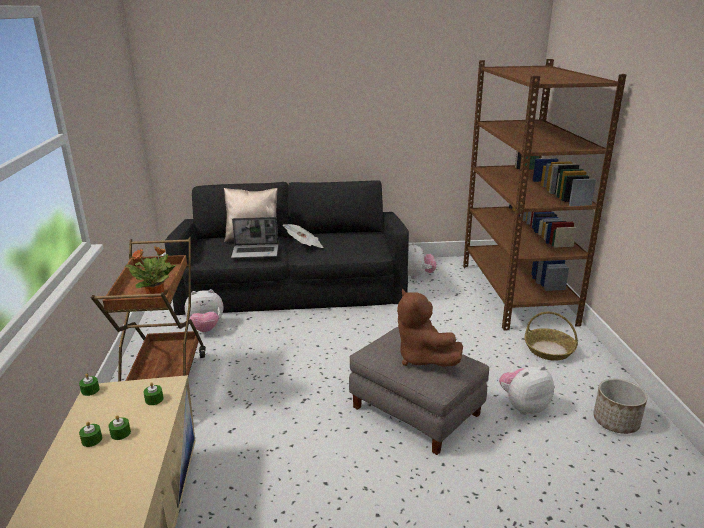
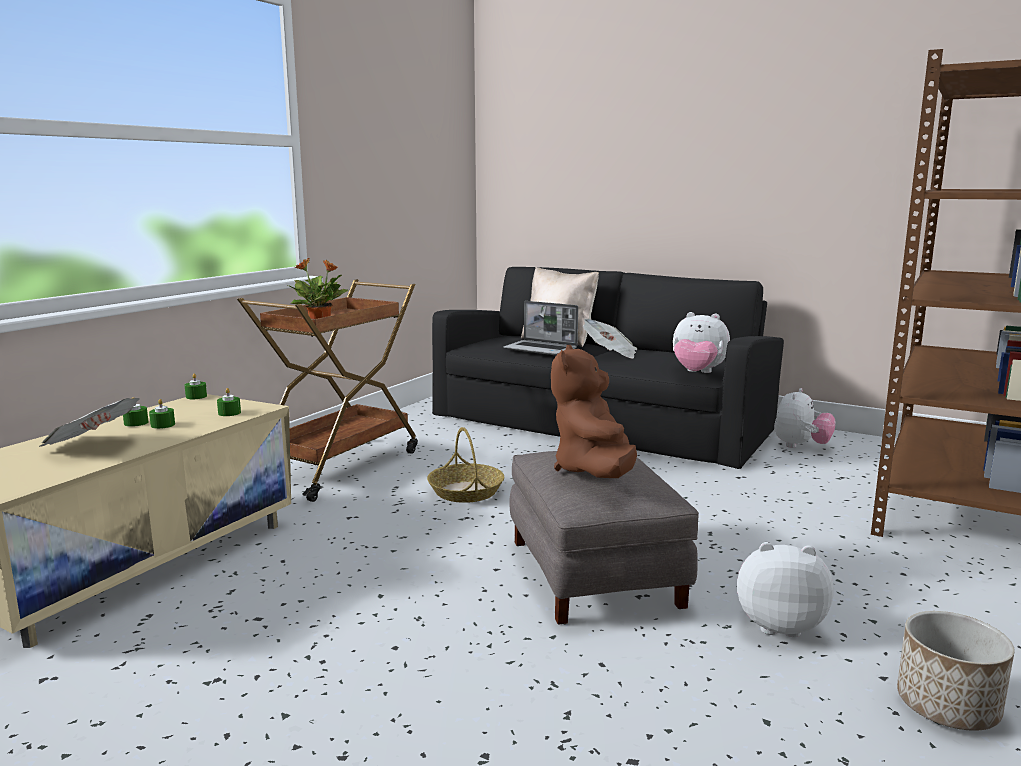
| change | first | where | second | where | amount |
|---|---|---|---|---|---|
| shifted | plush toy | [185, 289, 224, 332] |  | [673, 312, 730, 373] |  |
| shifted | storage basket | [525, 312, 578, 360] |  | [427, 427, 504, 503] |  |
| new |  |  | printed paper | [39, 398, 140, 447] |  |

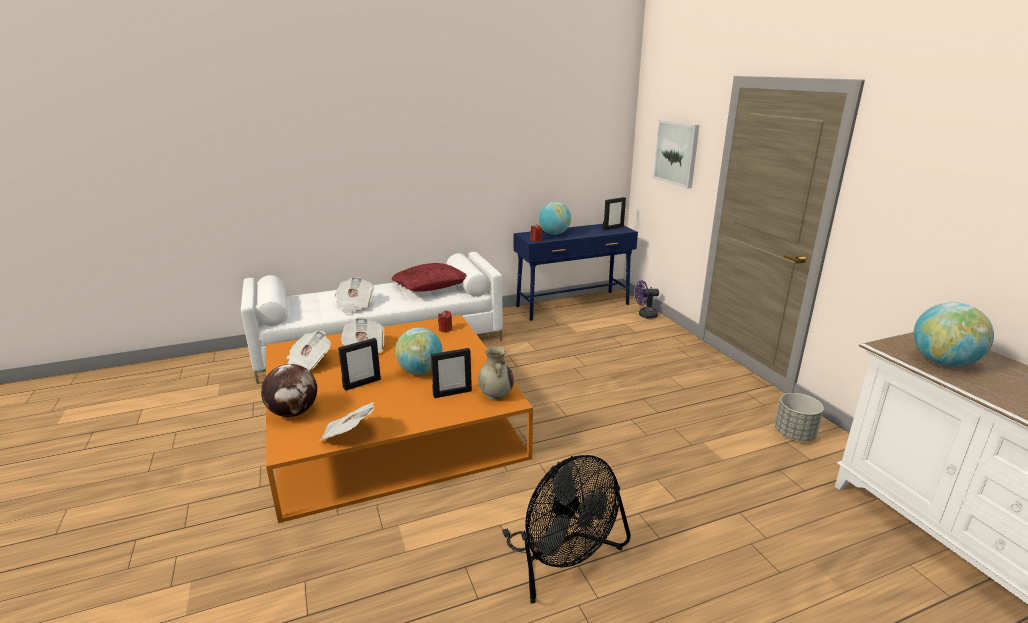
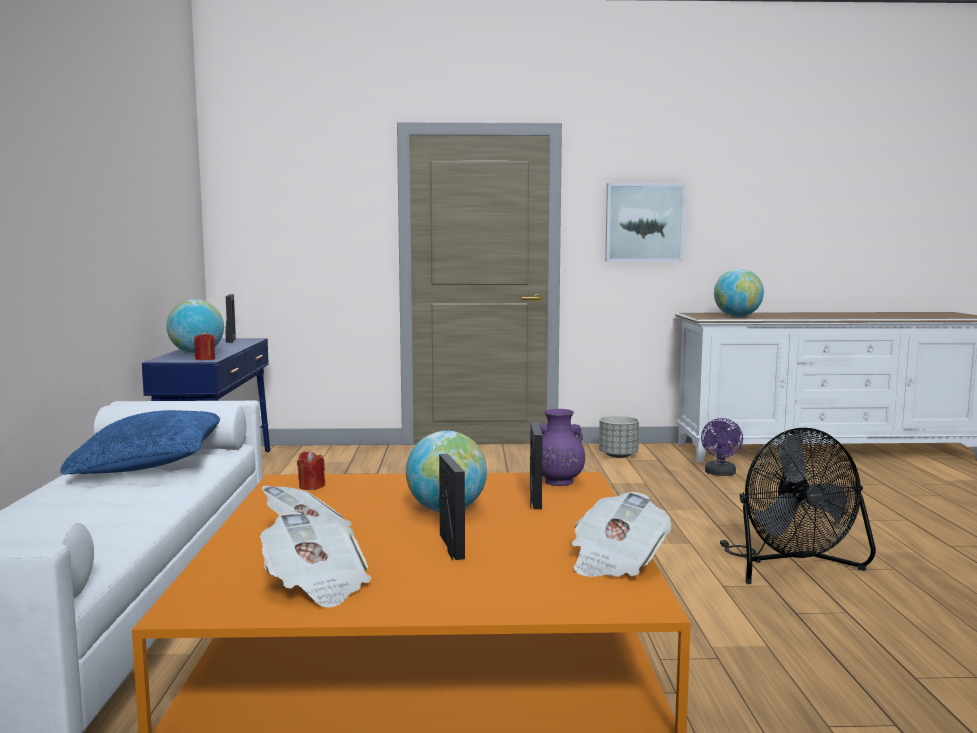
| change | first | where | second | where | amount |
|---|---|---|---|---|---|
| shifted | wall art | [653, 120, 699, 188] |  | [605, 183, 686, 262] |  |
| repainted | red cushion | [392, 263, 466, 292] | blue-coloured cushion | [60, 410, 220, 475] |  |
| gone | printed paper | [335, 277, 375, 313] |  |  |  |
| shifted | purple-coloured electric fan | [635, 280, 659, 318] |  | [701, 418, 743, 476] |  |
| repainted | sand-coloured decorative vase | [478, 347, 514, 401] | purple-coloured decorative vase | [539, 409, 585, 486] |  |
| gone | globe | [261, 364, 317, 417] |  |  |  |
| rotated | black-coloured electric fan | [502, 455, 631, 603] |  | [720, 428, 876, 584] | 90 degrees clockwise |

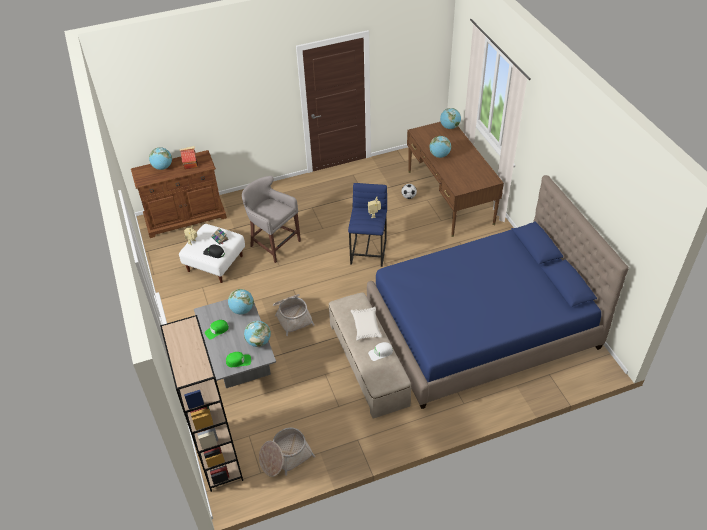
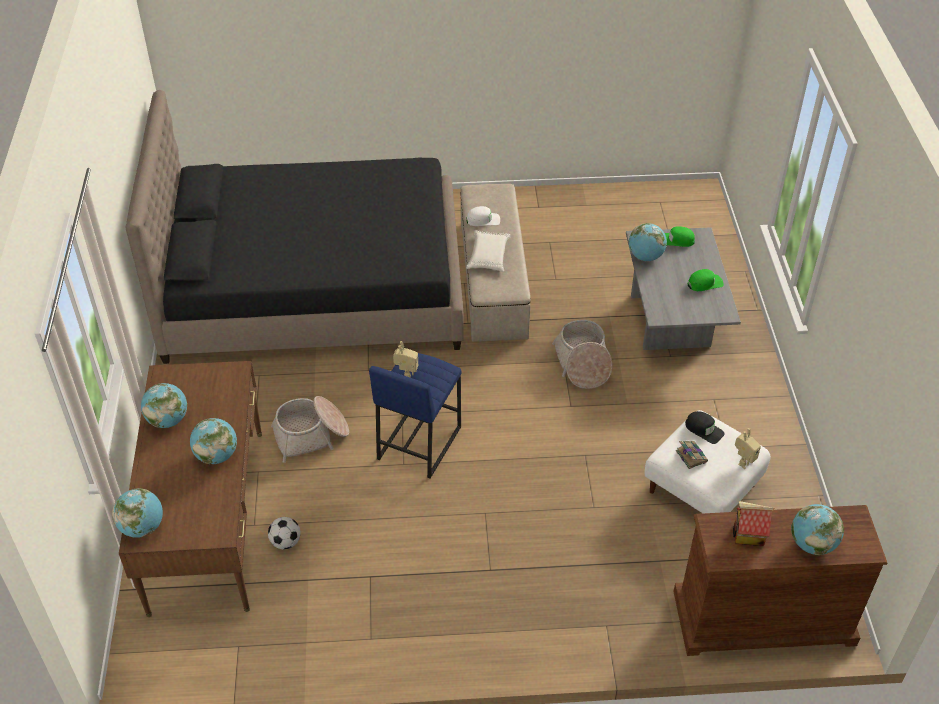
| change | first | where | second | where | amount |
|---|---|---|---|---|---|
| repainted | blue-coloured bed | [367, 175, 629, 409] | black-coloured bed | [125, 90, 464, 364] |  |
| gone | gray sitting stool | [242, 176, 301, 263] |  |  |  |
| shifted | globe | [228, 289, 254, 314] |  | [141, 383, 187, 428] |  |
| gone | sand-coloured bookcase | [160, 315, 243, 492] |  |  |  |
| shifted | storage basket | [259, 427, 315, 477] |  | [271, 396, 349, 463] |  |

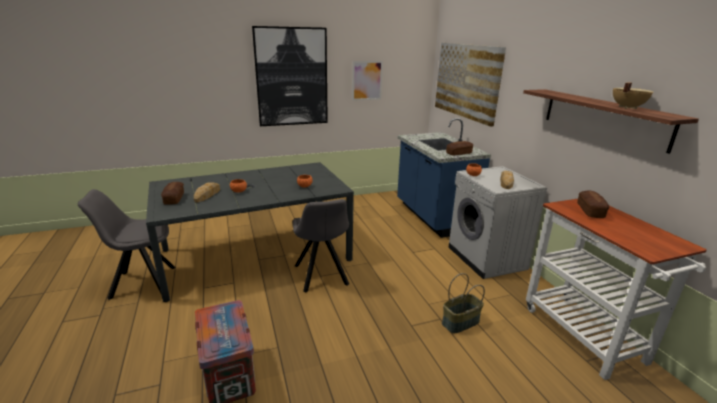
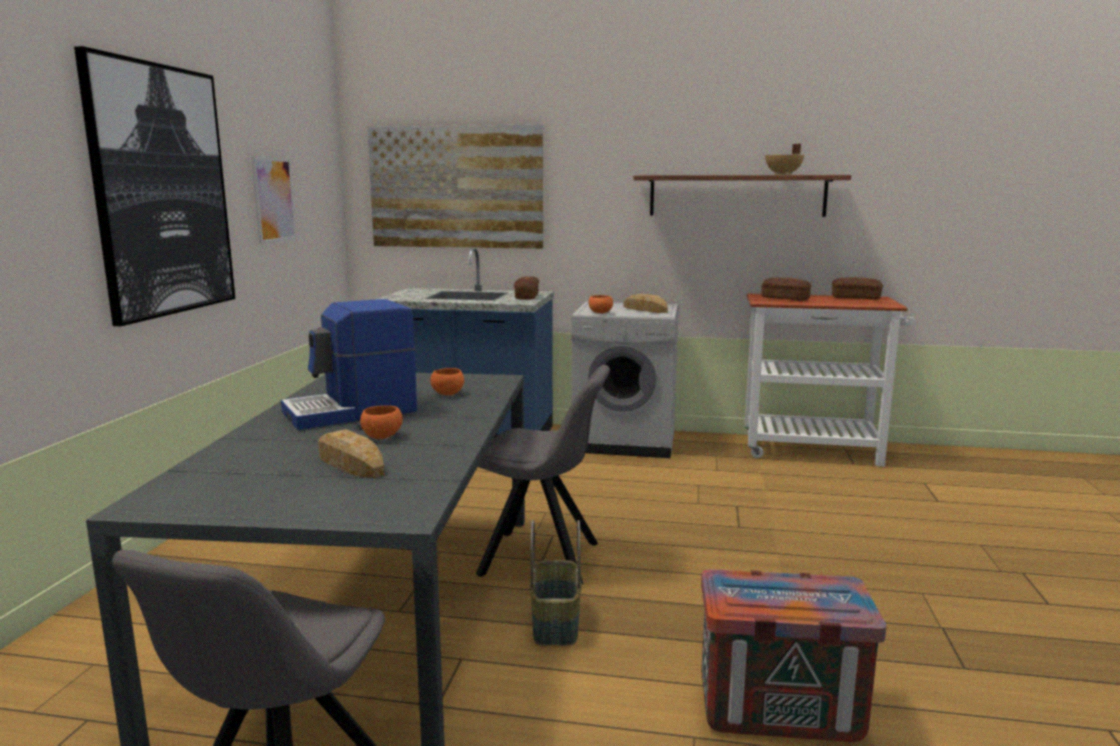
| change | first | where | second | where | amount |
|---|---|---|---|---|---|
| shifted | bread | [161, 182, 184, 205] |  | [832, 277, 883, 300] |  |
| shifted | storage basket | [442, 273, 485, 334] |  | [530, 520, 582, 646] |  |
| new |  |  | coffee brewer | [281, 299, 417, 430] |  |

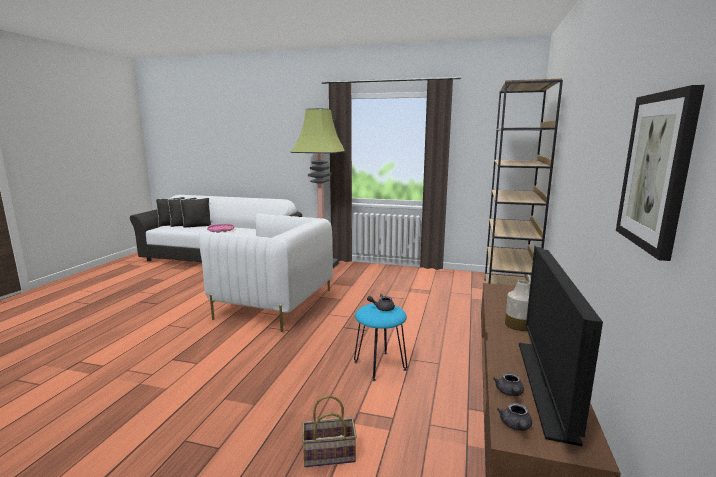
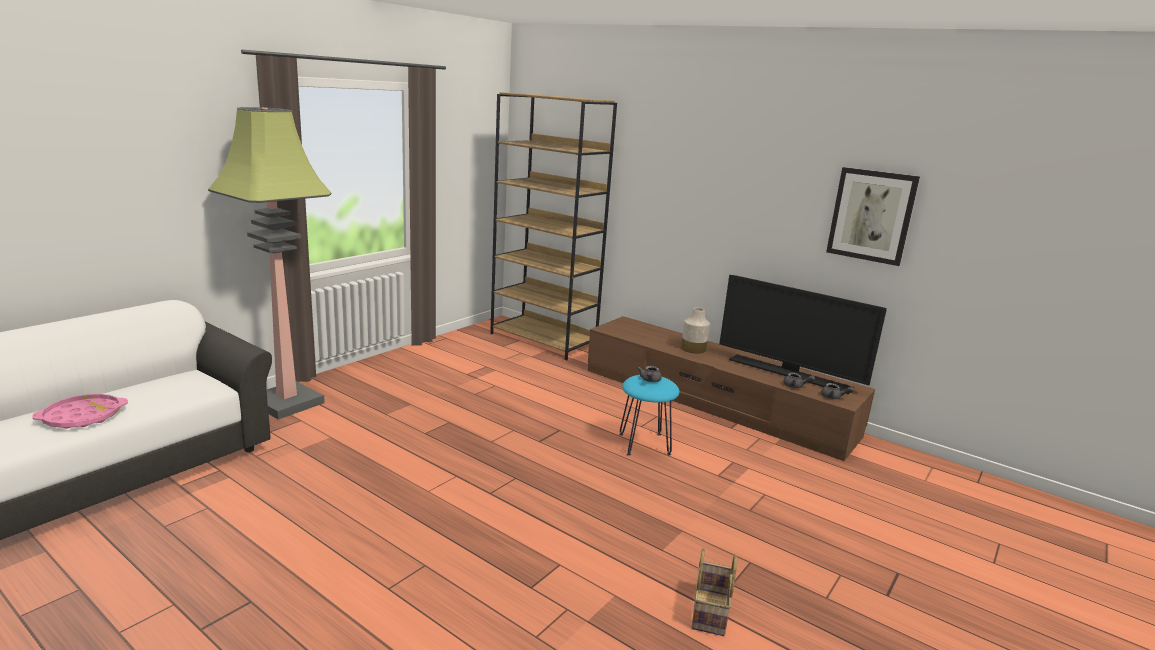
| change | first | where | second | where | amount |
|---|---|---|---|---|---|
| gone | white armchair | [199, 213, 333, 332] |  |  |  |
| shifted | storage basket | [302, 395, 357, 467] |  | [692, 548, 737, 636] |  |

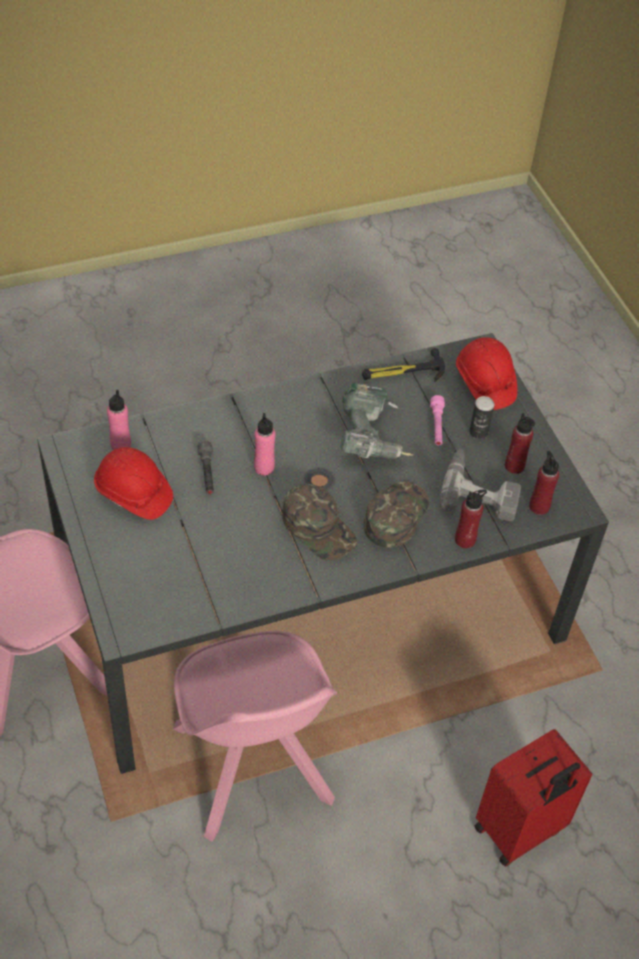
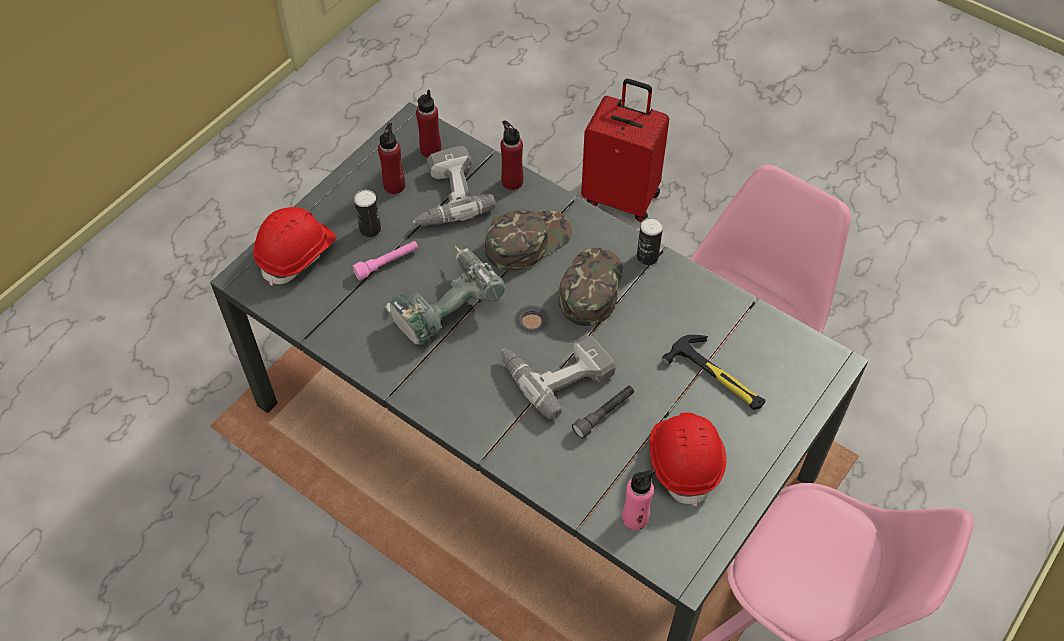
| change | first | where | second | where | amount |
|---|---|---|---|---|---|
| shifted | hand hammer | [362, 348, 445, 382] |  | [662, 335, 766, 410] |  |
| swapped | pink-coloured bottle | [254, 413, 276, 475] | drill | [501, 336, 616, 419] |  |
| rotated | greenish peaked cap | [364, 481, 429, 548] |  | [485, 210, 572, 271] | 150 degrees clockwise |
| new |  |  | sealed can | [637, 218, 663, 265] |  |

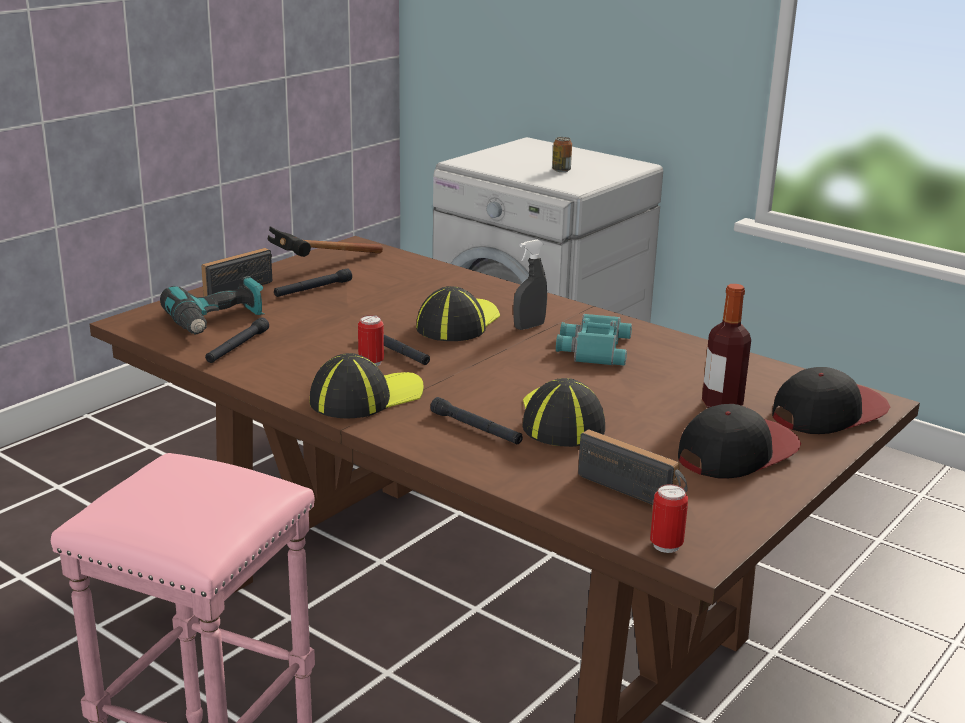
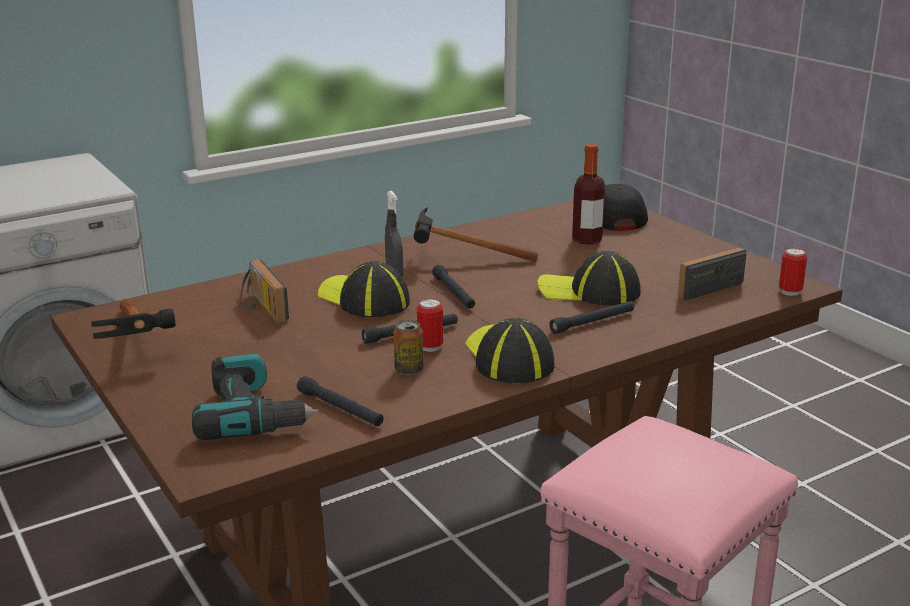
| change | first | where | second | where | amount |
|---|---|---|---|---|---|
| shifted | sealed can | [552, 137, 572, 172] |  | [393, 320, 424, 375] |  |
| shifted | radio receiver | [201, 248, 272, 297] |  | [241, 259, 289, 323] |  |
| shifted | black-coloured torch | [274, 268, 352, 297] |  | [432, 265, 475, 308] |  |
| swapped | blue-green binoculars | [556, 314, 632, 366] | hand hammer | [414, 207, 538, 262] |  |
| gone | peaked cap | [678, 404, 801, 479] |  |  |  |

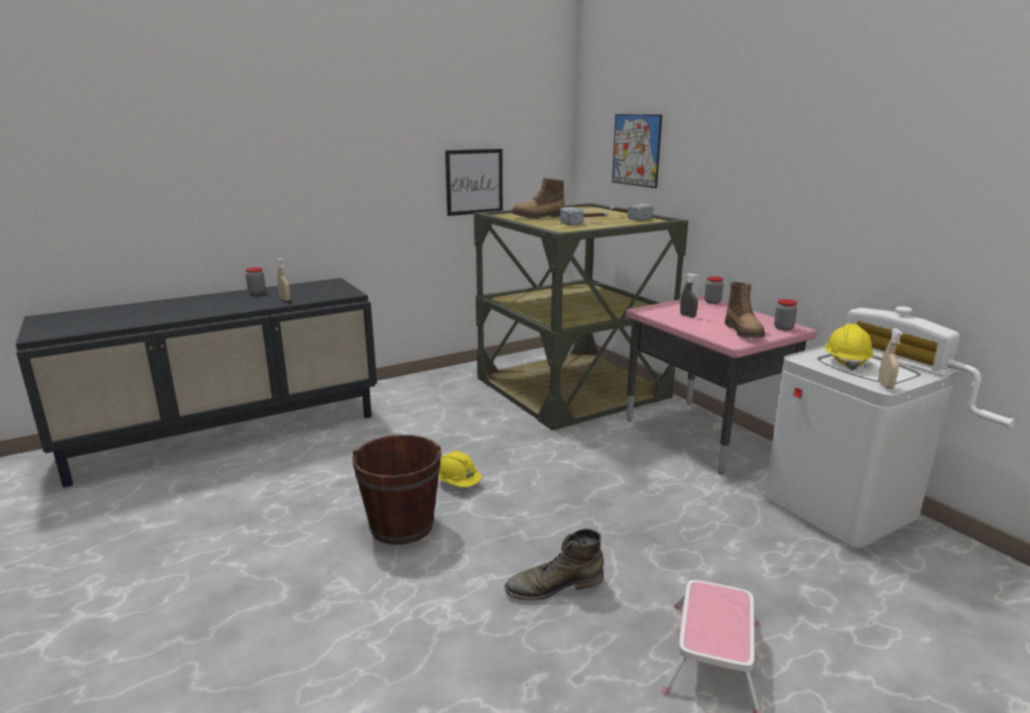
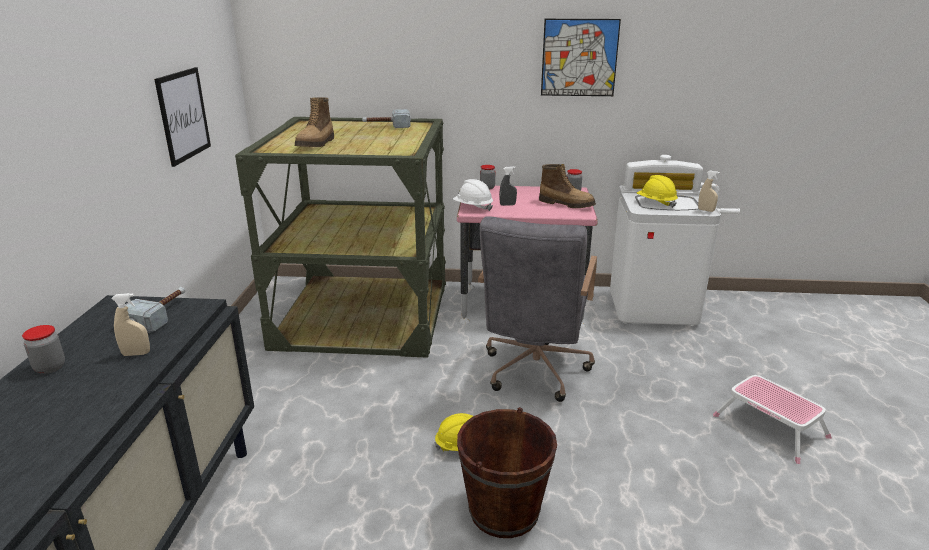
| change | first | where | second | where | amount |
|---|---|---|---|---|---|
| shifted | wall art | [612, 114, 662, 188] |  | [541, 19, 621, 96] |  |
| shifted | hand hammer | [560, 207, 608, 225] |  | [125, 287, 185, 333] |  |
| gone | greenish tall boot | [504, 529, 604, 601] |  |  |  |
| new |  |  | white hard hat | [453, 179, 493, 211] |  |
| new |  |  | gray computer chair | [478, 216, 597, 402] |  |

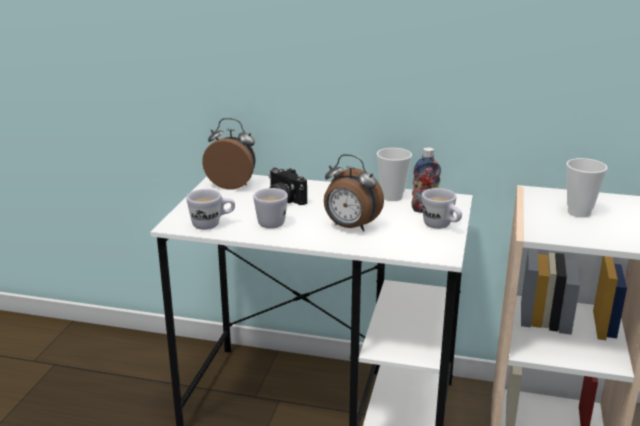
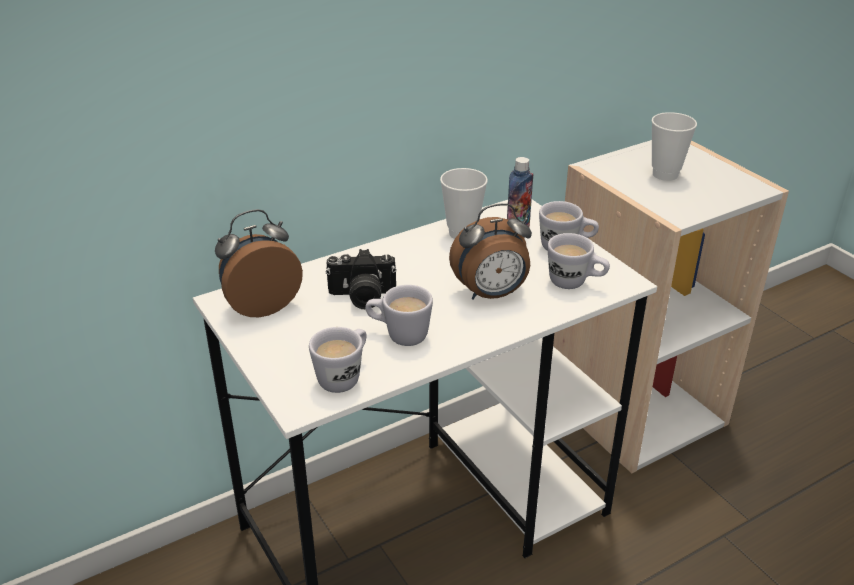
| change | first | where | second | where | amount |
|---|---|---|---|---|---|
| new |  |  | white mug | [547, 233, 610, 289] |  |

